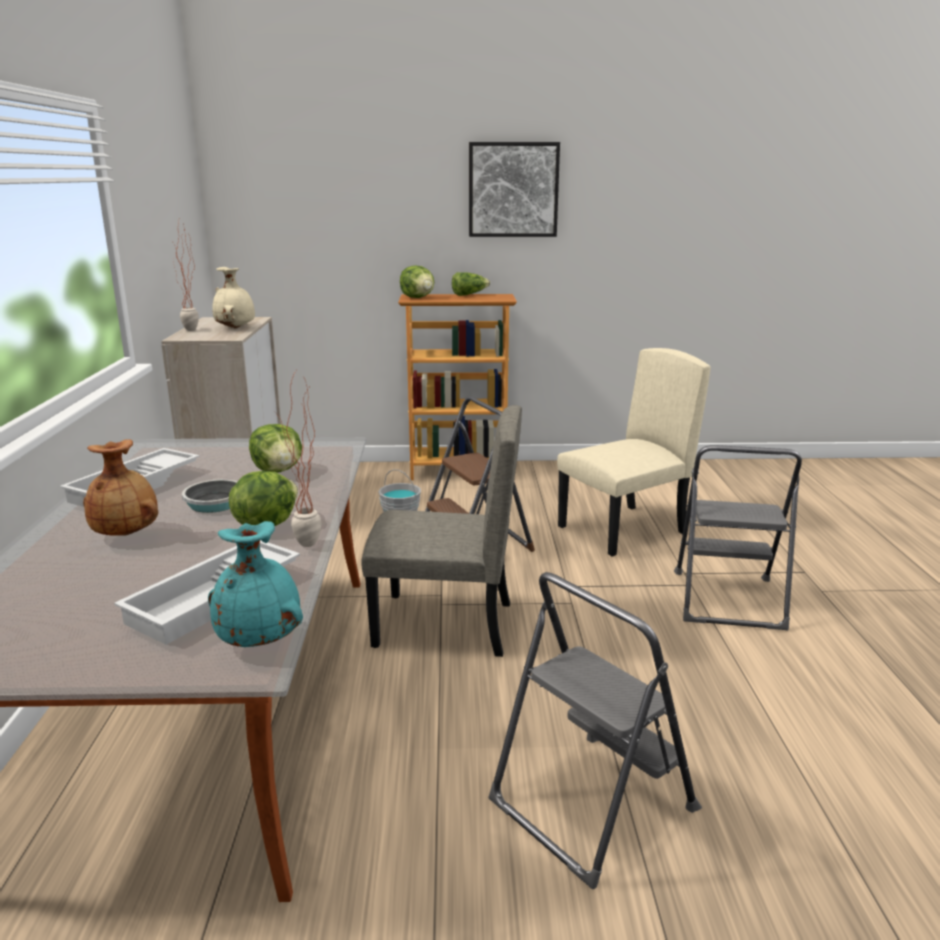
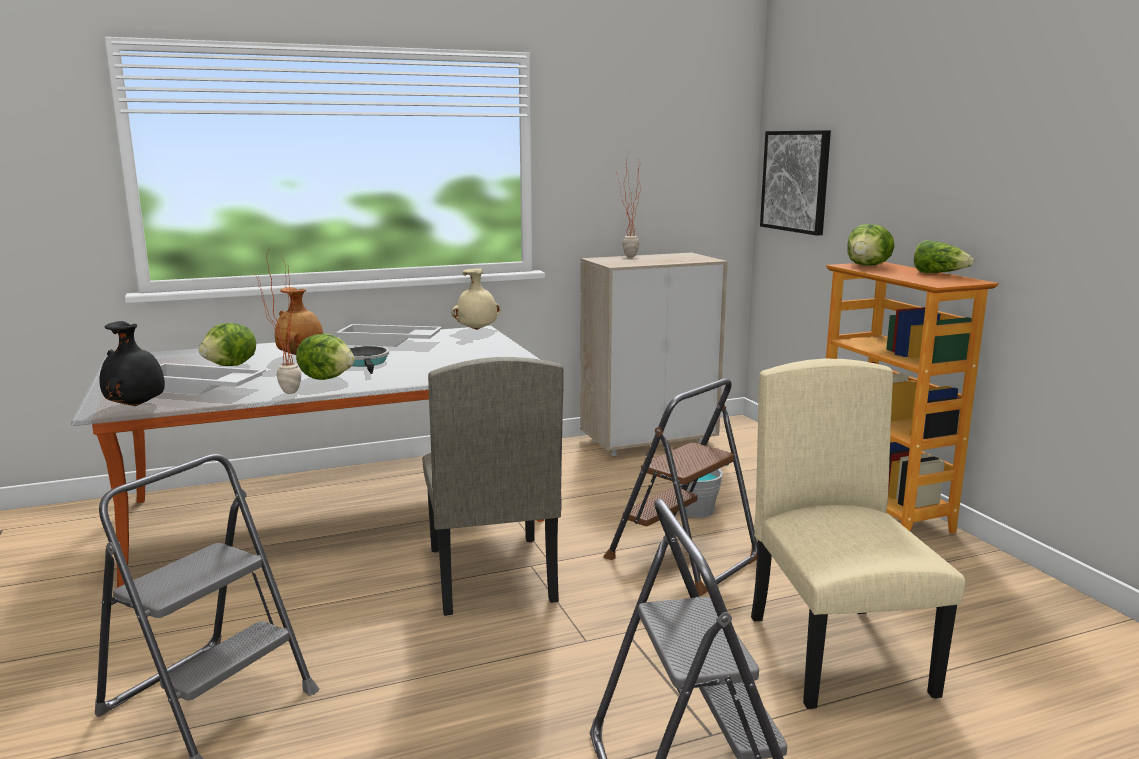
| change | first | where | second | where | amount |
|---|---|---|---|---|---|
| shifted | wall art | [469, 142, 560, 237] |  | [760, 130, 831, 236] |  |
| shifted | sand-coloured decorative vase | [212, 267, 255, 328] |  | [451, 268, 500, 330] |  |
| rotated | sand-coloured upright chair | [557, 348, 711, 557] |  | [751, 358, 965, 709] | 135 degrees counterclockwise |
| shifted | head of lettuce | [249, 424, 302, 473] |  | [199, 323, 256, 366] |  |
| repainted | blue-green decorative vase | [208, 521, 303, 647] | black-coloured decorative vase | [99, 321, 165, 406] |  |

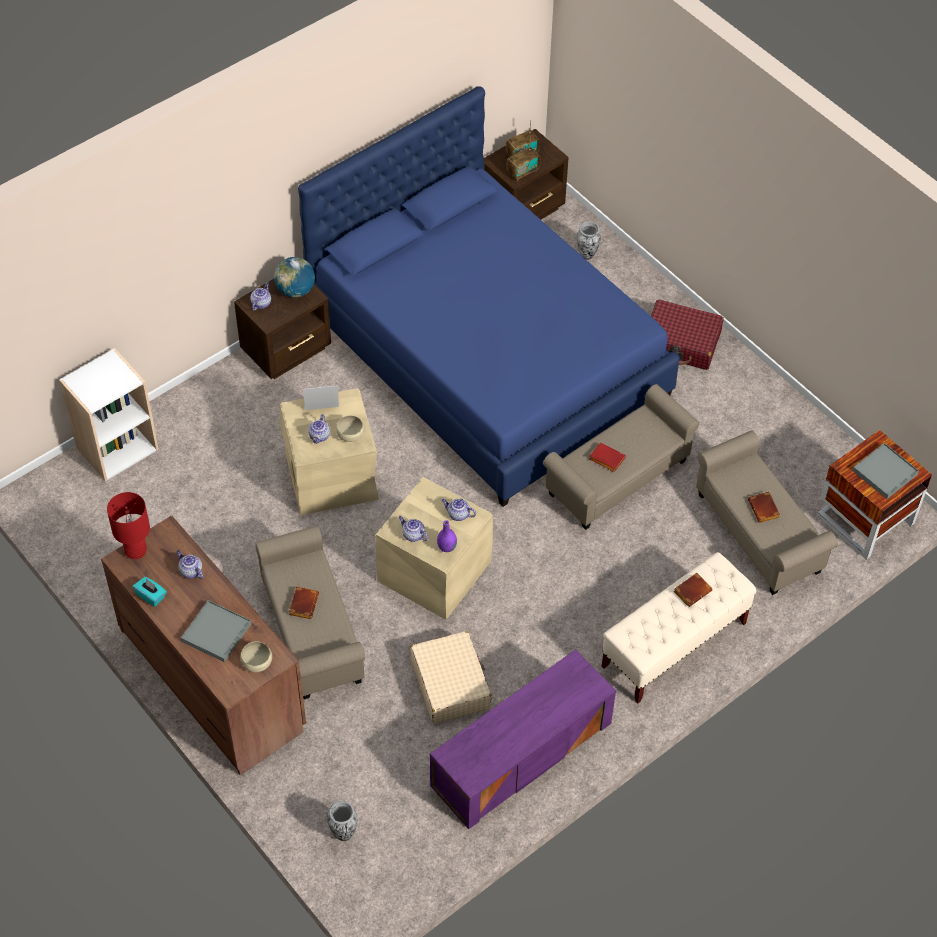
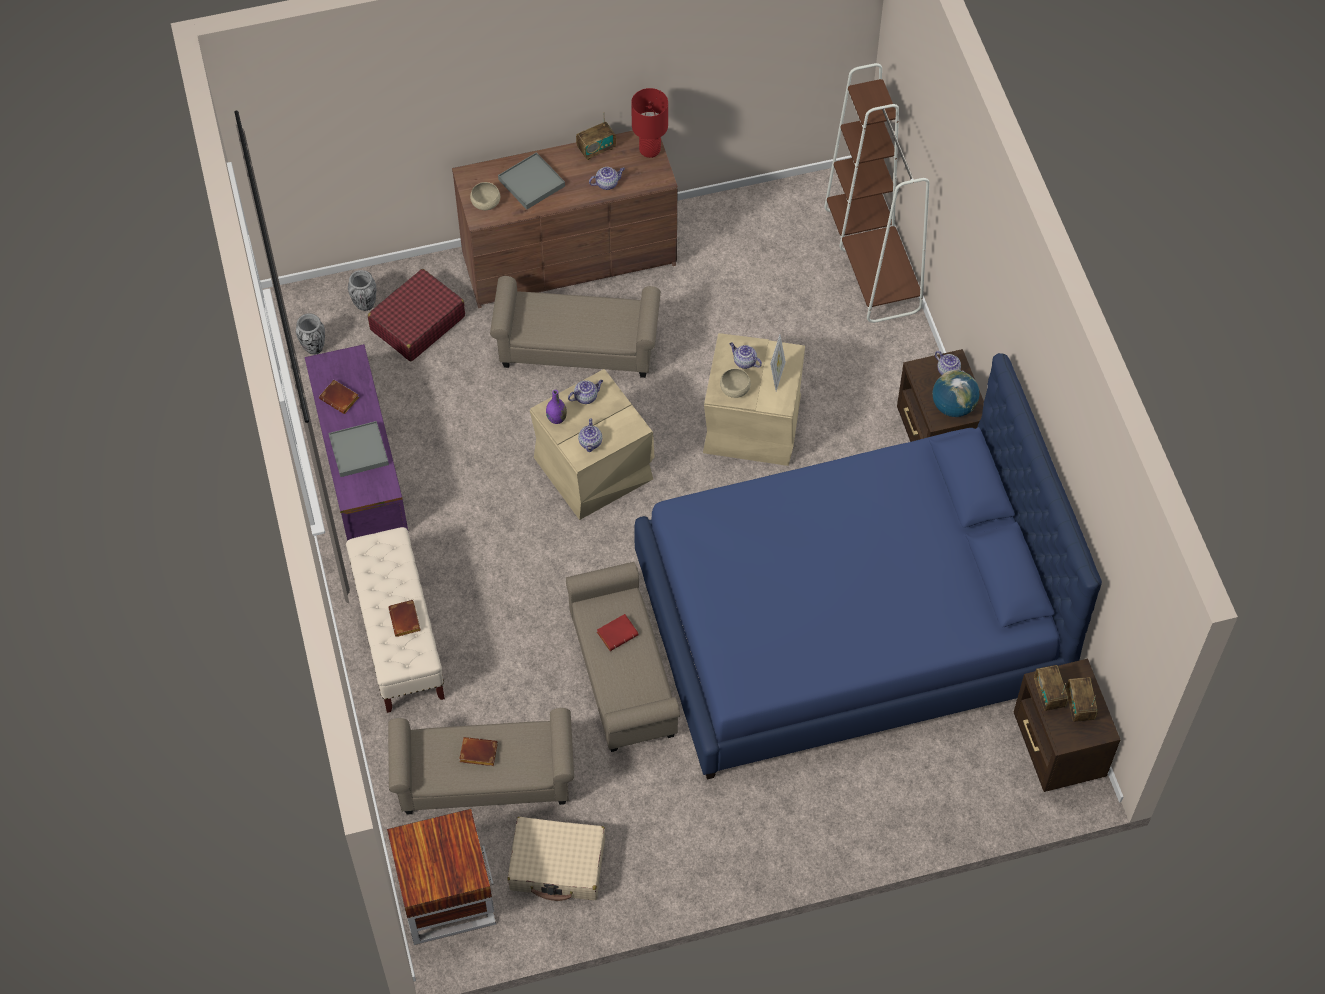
| change | first | where | second | where | amount |
|---|---|---|---|---|---|
| shifted | decorative vase | [577, 221, 601, 260] |  | [296, 313, 325, 355] |  |
| shifted | red piece of luggage | [651, 299, 724, 370] |  | [368, 269, 465, 361] |  |
| swapped | white bookcase | [59, 348, 159, 482] | brown-coloured garment stand | [824, 63, 930, 323] |  |
| shifted | gray carrying tray | [853, 443, 919, 499] |  | [329, 421, 389, 477] |  |
| rotated | tea pot | [442, 498, 476, 521] |  | [578, 418, 602, 452] | 135 degrees clockwise |
| swapped | blue-green tissue holder | [133, 577, 167, 607] | radio receiver | [576, 112, 616, 160] |  |
| shifted | brown-coloured book | [289, 587, 319, 619] |  | [319, 380, 359, 414] |  |
| shifted | sand-coloured piece of luggage | [410, 631, 492, 723] |  | [507, 817, 605, 901] |  |

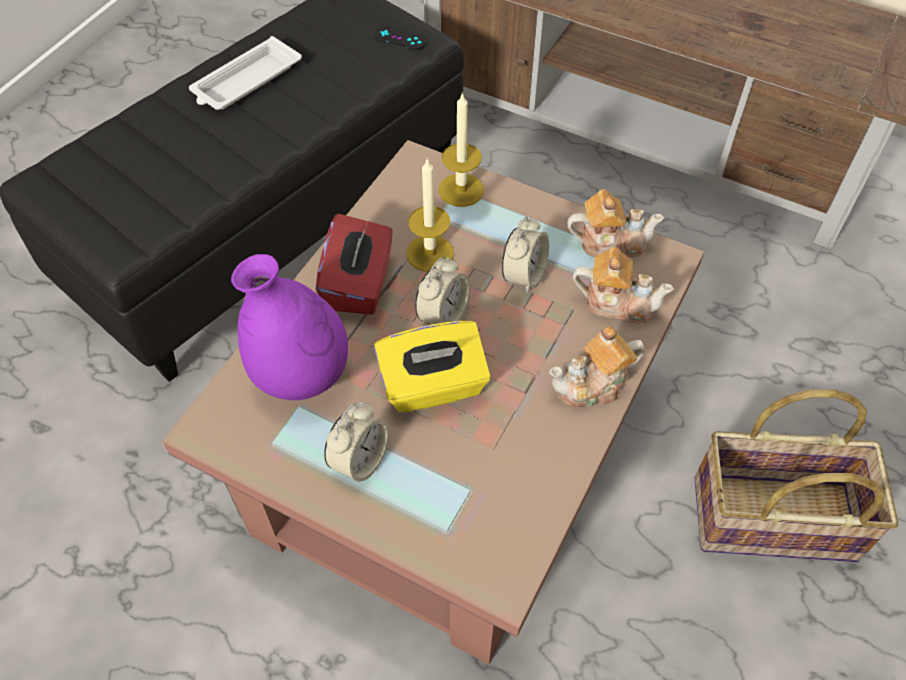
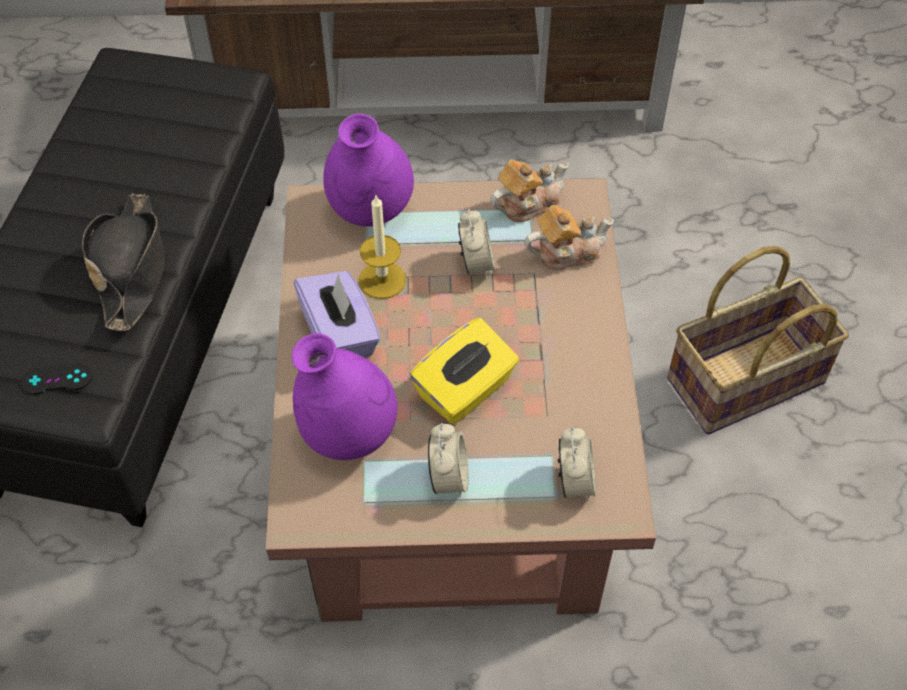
| change | first | where | second | where | amount |
|---|---|---|---|---|---|
| shifted | black-coloured game controller | [374, 26, 426, 50] |  | [21, 364, 93, 395] |  |
| gone | white carrying tray | [189, 36, 302, 110] |  |  |  |
| swapped | candle | [439, 92, 484, 207] | purple-coloured decorative vase | [323, 113, 414, 227] |  |
| repainted | red tissue holder | [316, 214, 393, 315] | purple-coloured tissue holder | [294, 271, 380, 358] |  |
| shifted | alarm clock | [415, 257, 470, 324] |  | [558, 427, 596, 501] |  |
| gone | tea pot | [549, 326, 645, 407] |  |  |  |
| new |  |  | black-coloured hat | [82, 194, 165, 331] |  |

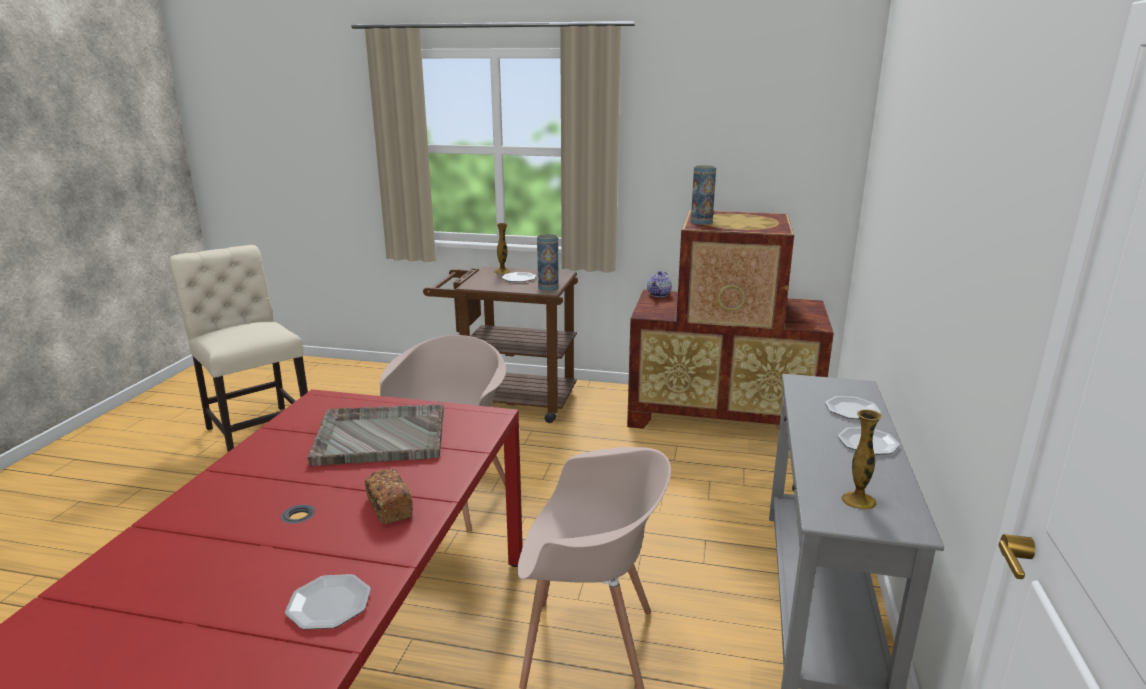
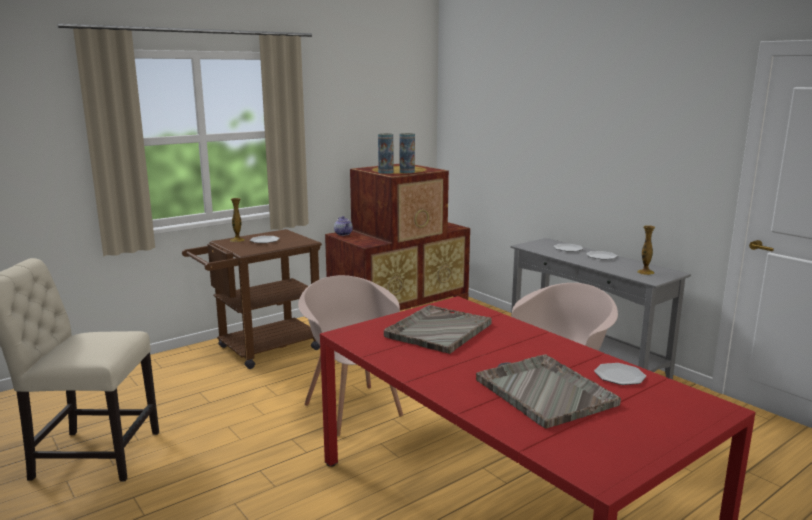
| change | first | where | second | where | amount |
|---|---|---|---|---|---|
| shifted | decorative vase | [537, 234, 559, 291] |  | [400, 133, 415, 173] |  |
| gone | bread | [365, 469, 413, 524] |  |  |  |
| new |  |  | gray carrying tray | [476, 354, 621, 429] |  |

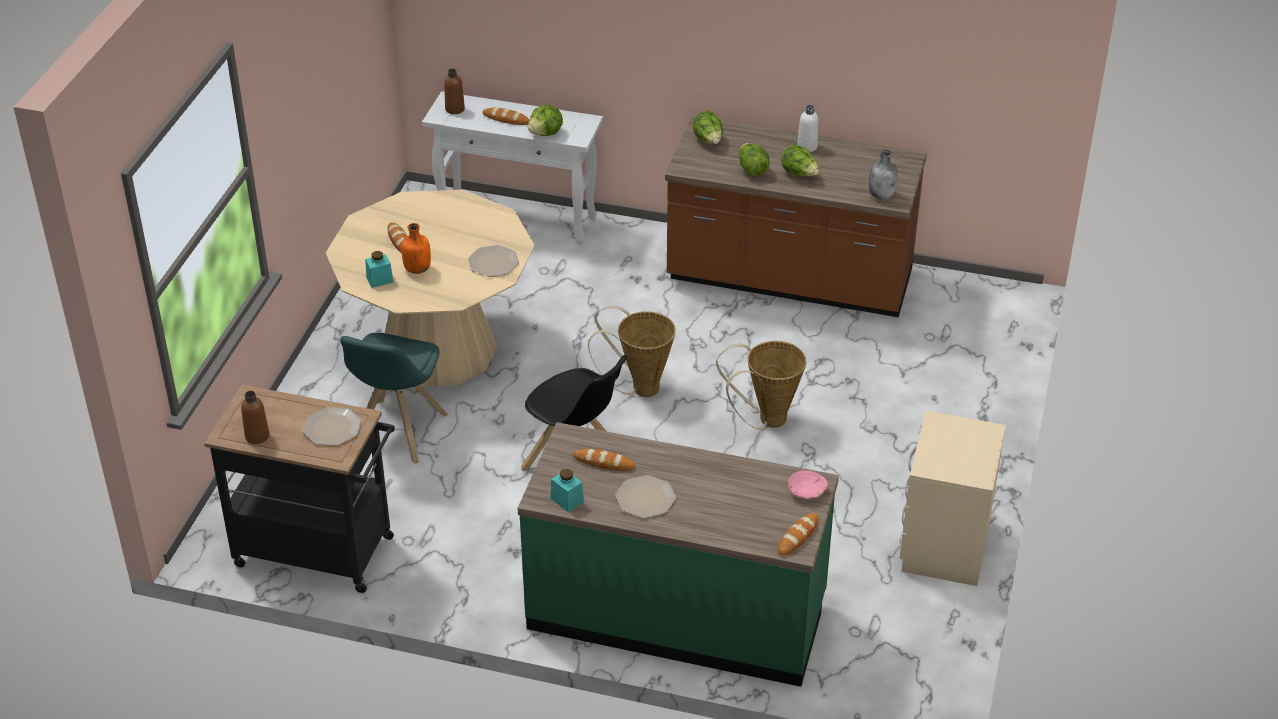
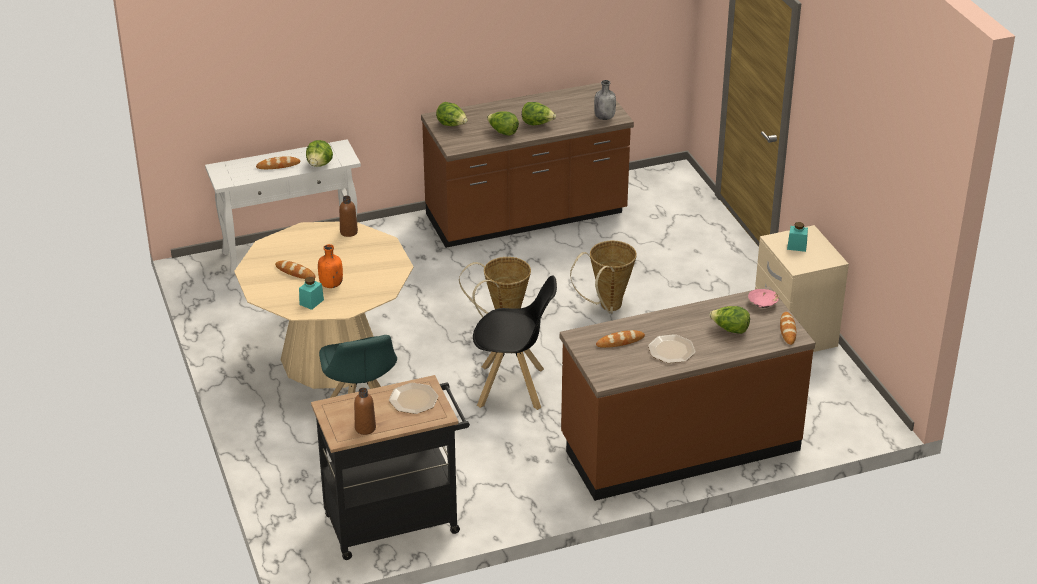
| change | first | where | second | where | amount |
|---|---|---|---|---|---|
| shifted | brown-coloured bottle | [444, 69, 465, 114] |  | [339, 196, 358, 237] |  |
| gone | white bottle | [797, 105, 818, 152] |  |  |  |
| gone | flat dish | [468, 245, 519, 277] |  |  |  |
| repainted | greenish counter | [518, 422, 839, 687] | brown-coloured counter | [560, 287, 815, 501] |  |
| shifted | blue-green jar | [551, 469, 584, 512] |  | [787, 222, 808, 252] |  |
| new |  |  | head of lettuce | [710, 306, 750, 334] |  |

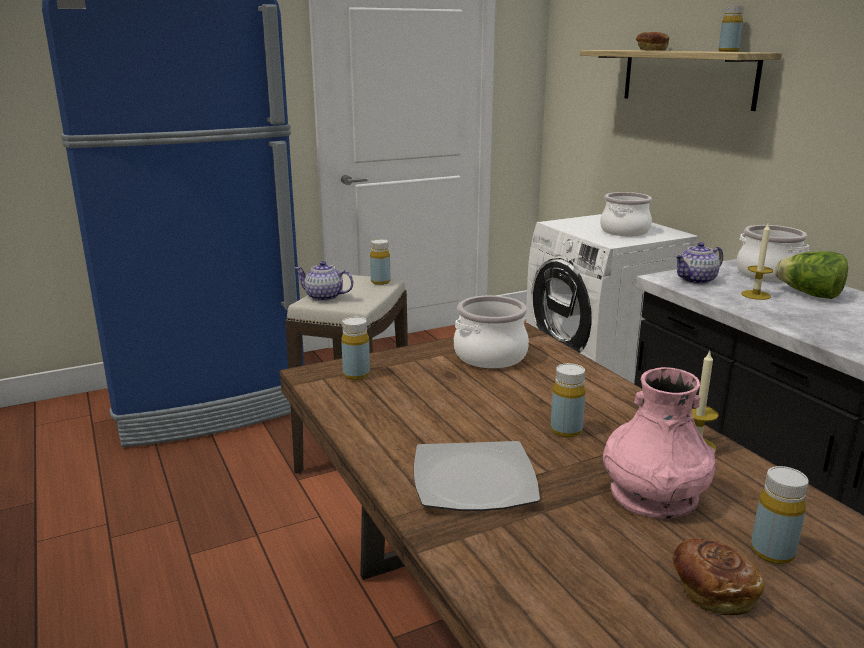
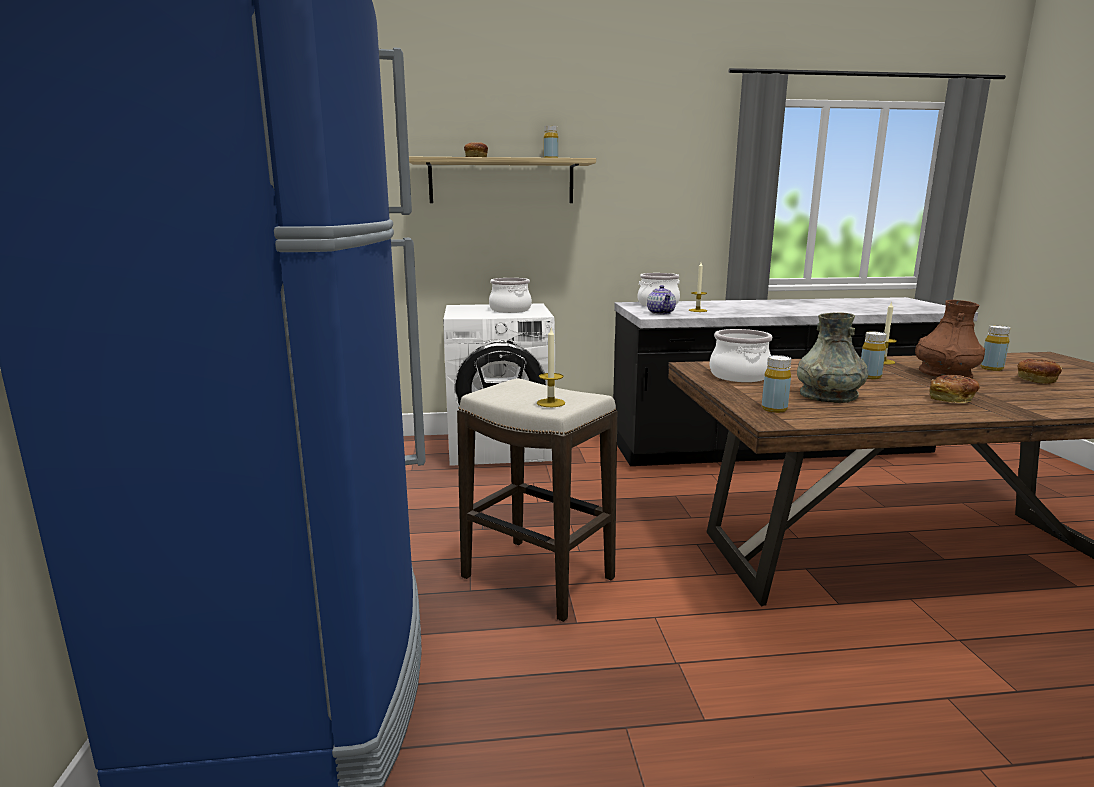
| change | first | where | second | where | amount |
|---|---|---|---|---|---|
| gone | yellow bottle | [370, 239, 390, 285] |  |  |  |
| gone | head of lettuce | [775, 251, 848, 299] |  |  |  |
| swapped | tea pot | [294, 261, 354, 301] | candle | [537, 328, 565, 407] |  |
| repainted | pink-coloured decorative vase | [603, 367, 716, 519] | brown-coloured decorative vase | [915, 300, 985, 378] |  |
| swapped | flat dish | [414, 441, 540, 511] | bread | [929, 375, 980, 403] |  |
| new |  |  | gray decorative vase | [797, 313, 868, 403] |  |

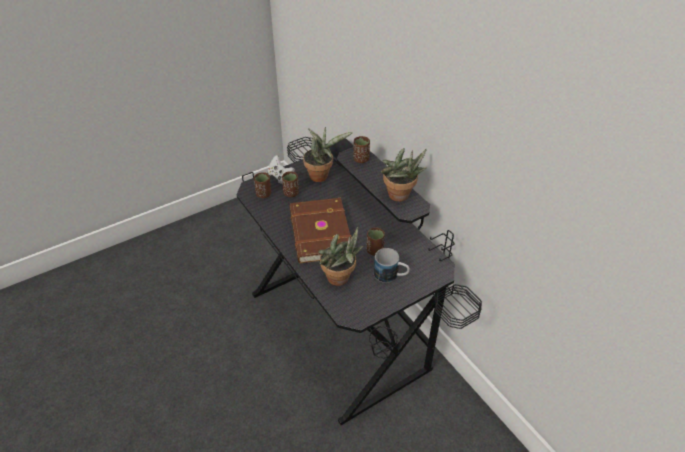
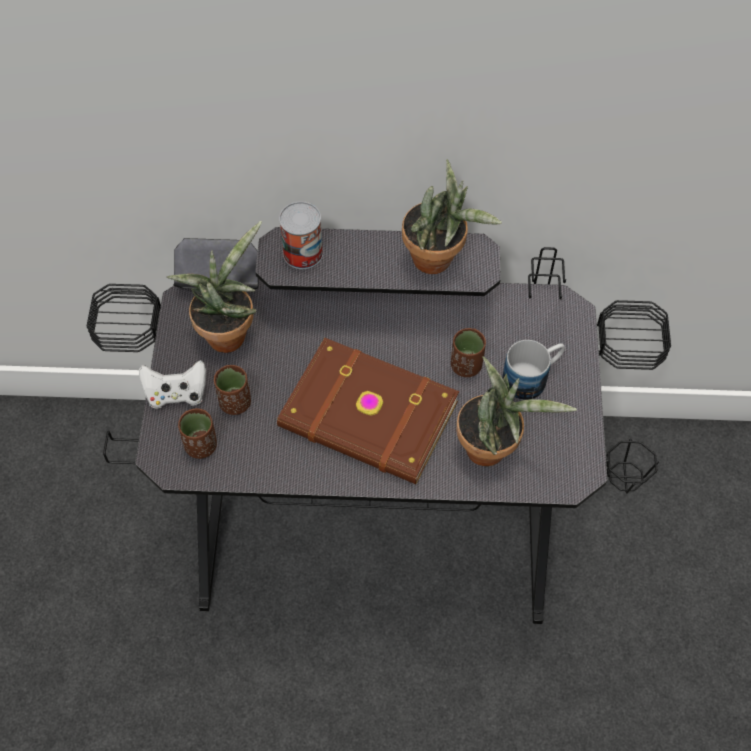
| change | first | where | second | where | amount |
|---|---|---|---|---|---|
| swapped | brown-coloured drinking cup | [353, 136, 370, 163] | sealed can | [279, 201, 323, 269] |  |

